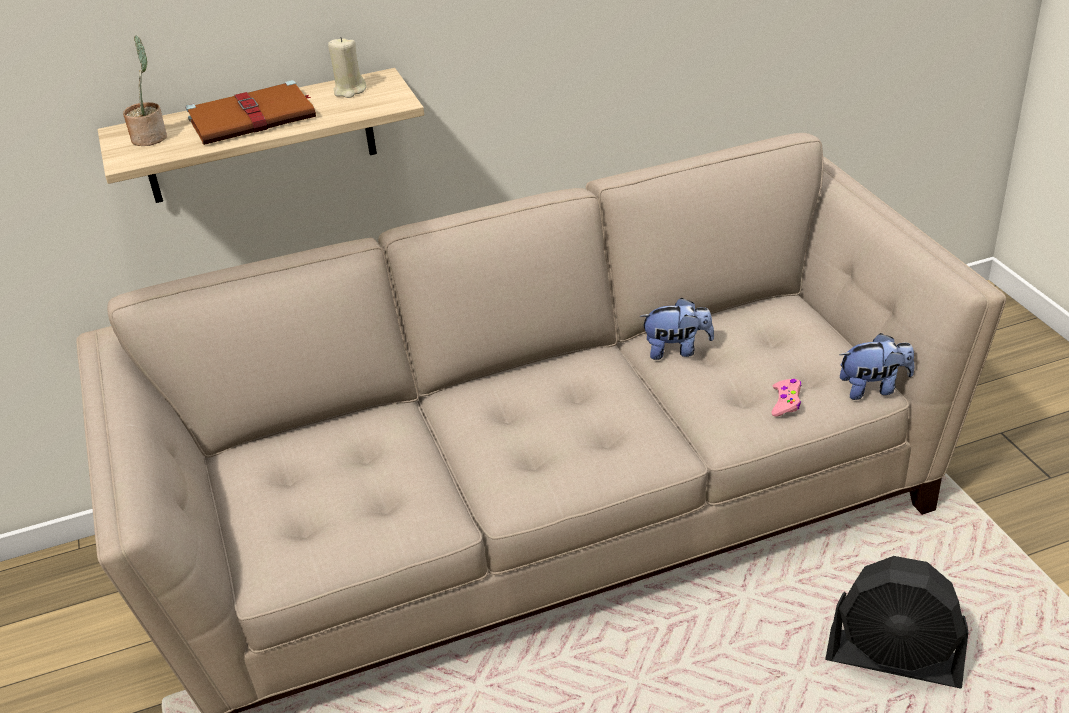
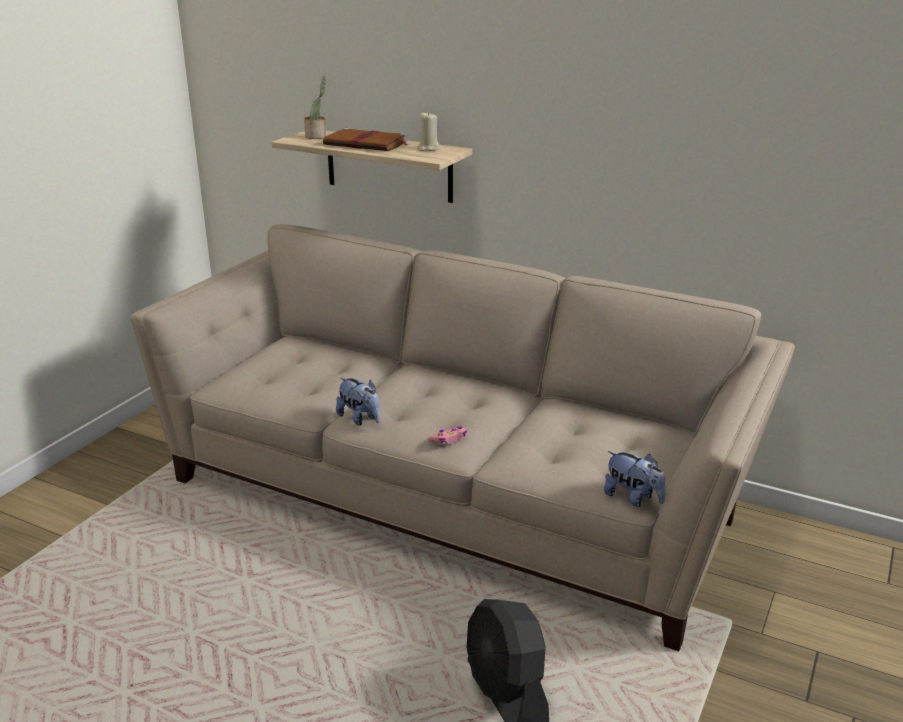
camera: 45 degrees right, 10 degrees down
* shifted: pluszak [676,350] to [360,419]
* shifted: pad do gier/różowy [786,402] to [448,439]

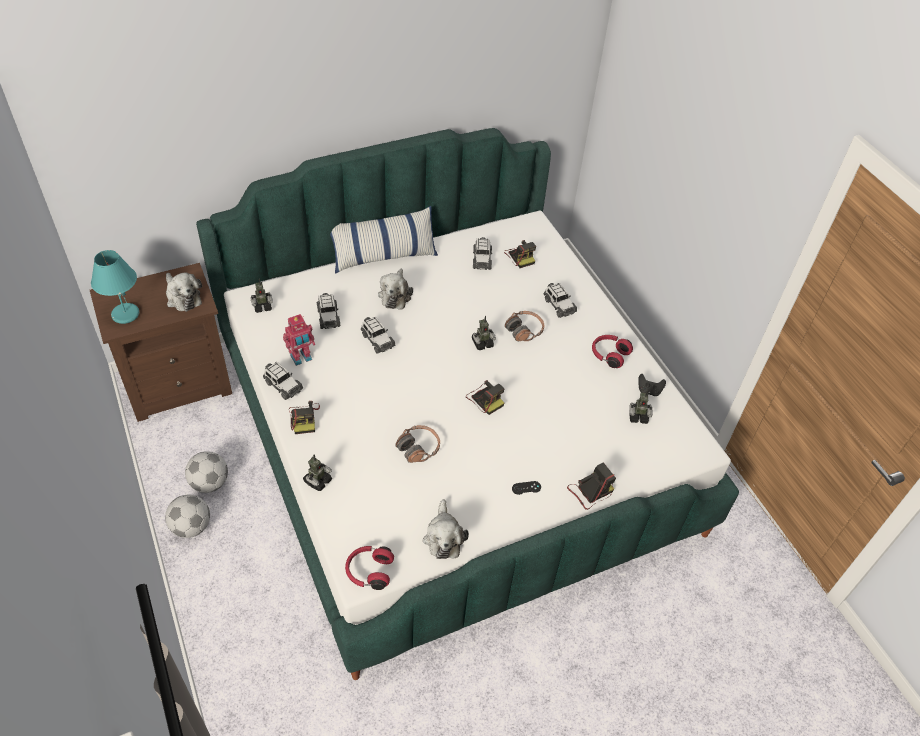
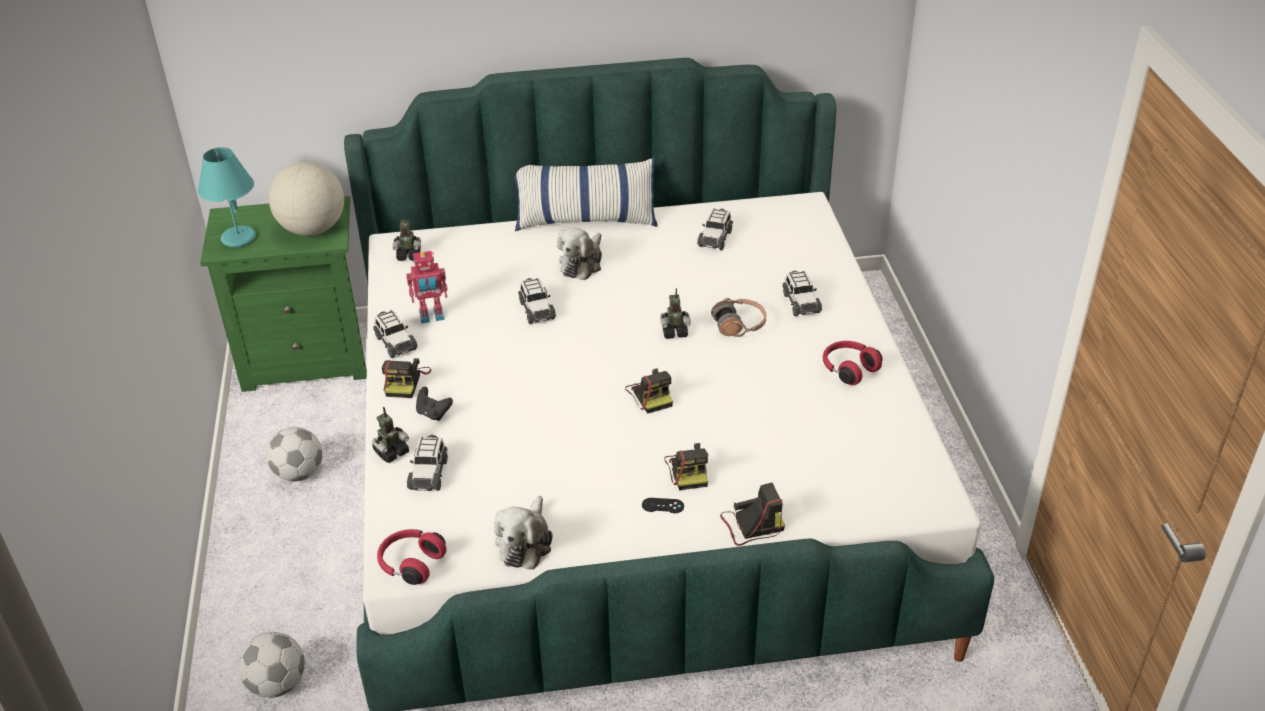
camera: 20 degrees right, 10 degrees down
* repainted: szafka nocna/brązowy [179,384] to szafka nocna/zielony [308,358]
* shifted: piłka futbolowa [191,527] to [277,684]
* swapped: pluszak [182,297] to globus [312,229]
* shifted: samochodzik [328,317] to [429,473]
* gone: słuchawki [418,448]
* shifted: aparat fotograficzny [520,256] to [688,470]
* gone: robot zabawkowy [638,416]
* shifted: pad do gier/czarny [649,391] to [433,413]

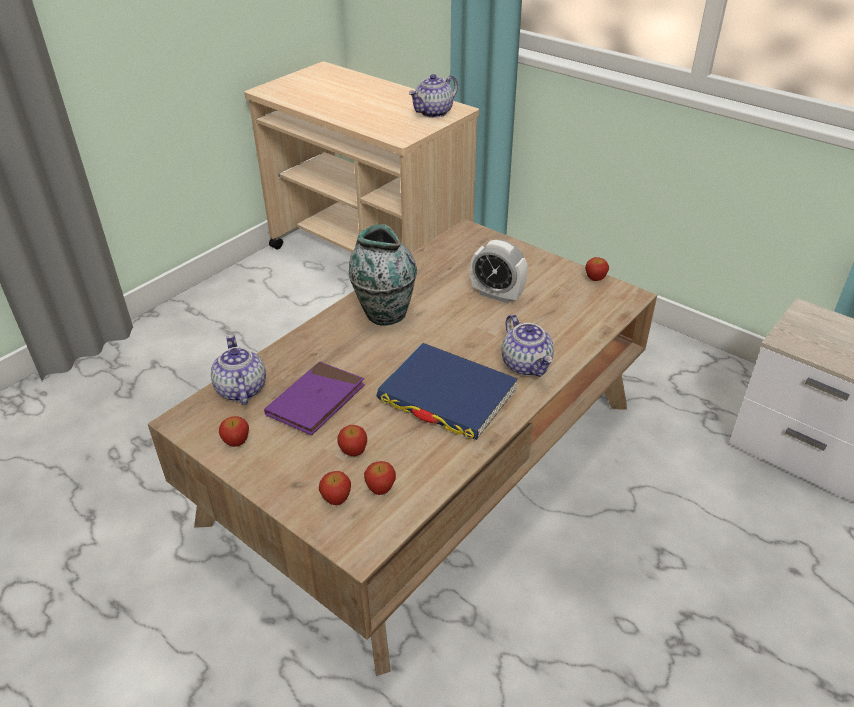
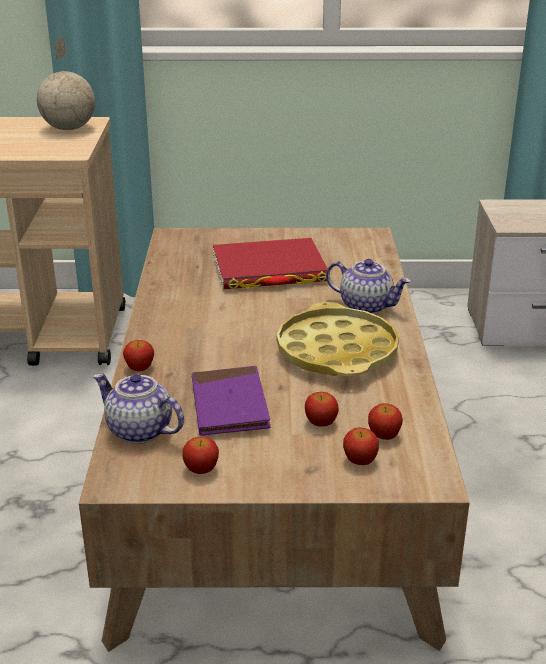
camera: 40 degrees left, 10 degrees down
* gone: wazon [384,313]
* swapped: książka/niebieski [447,395] to taca/żółty [337,351]
* swapped: imbryk [433,113] to globus [70,129]
* swapped: budzik [497,294] to książka/czerwony [269,270]
* shifted: jabłko [595,278] to [139,368]

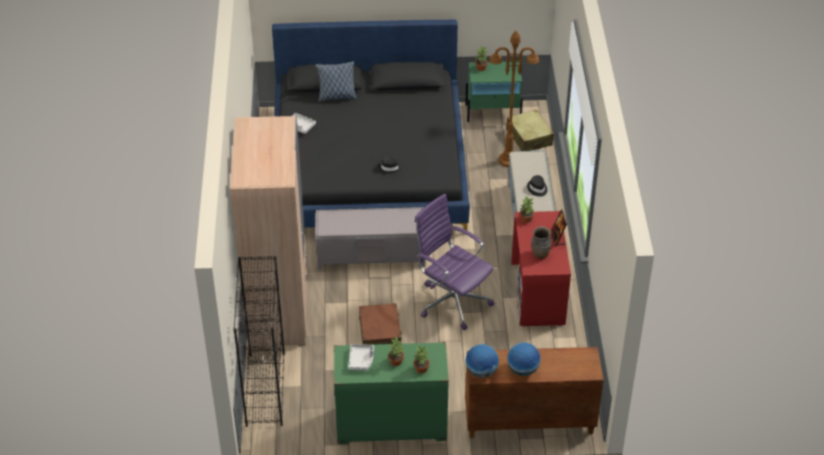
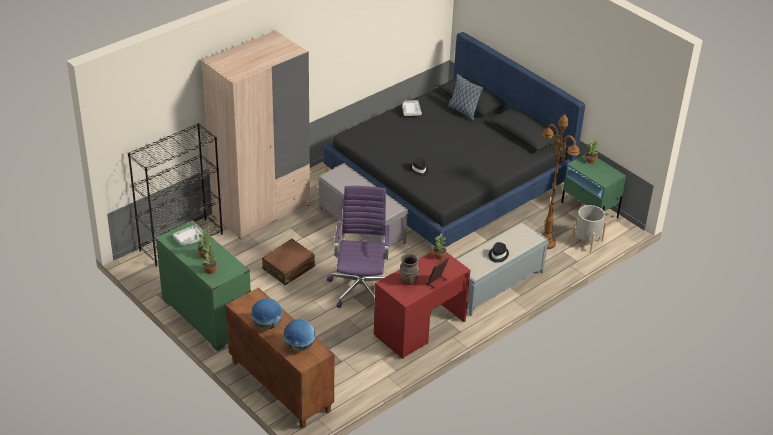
camera: 50 degrees right, 5 degrees down
* shifted: globus [481,372] to [299,346]
* swapped: walizka/beżowy [529,137] to donica/szary [587,241]

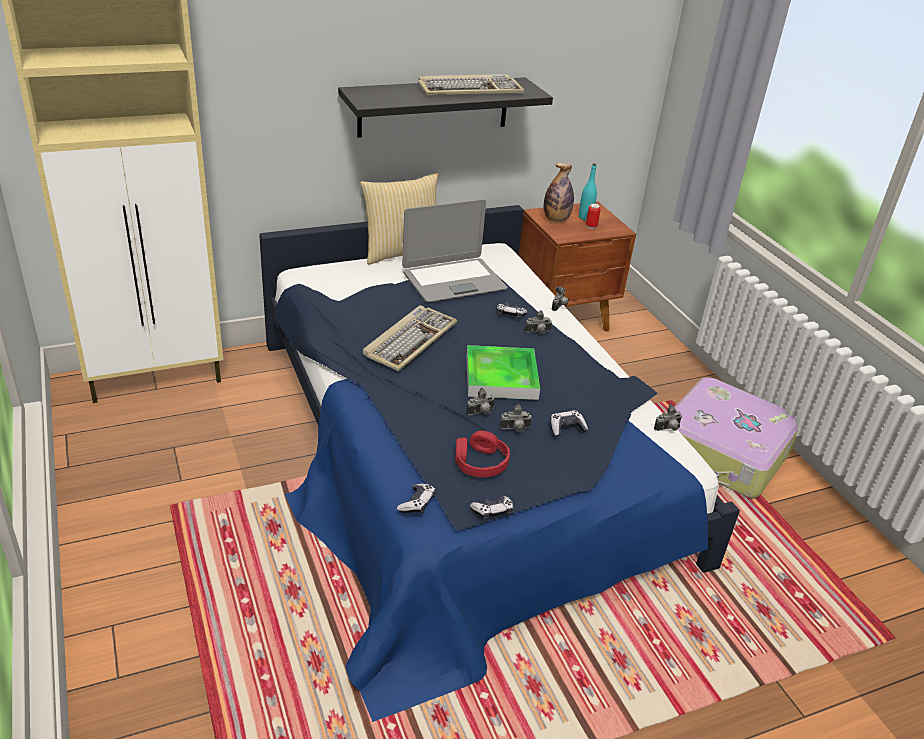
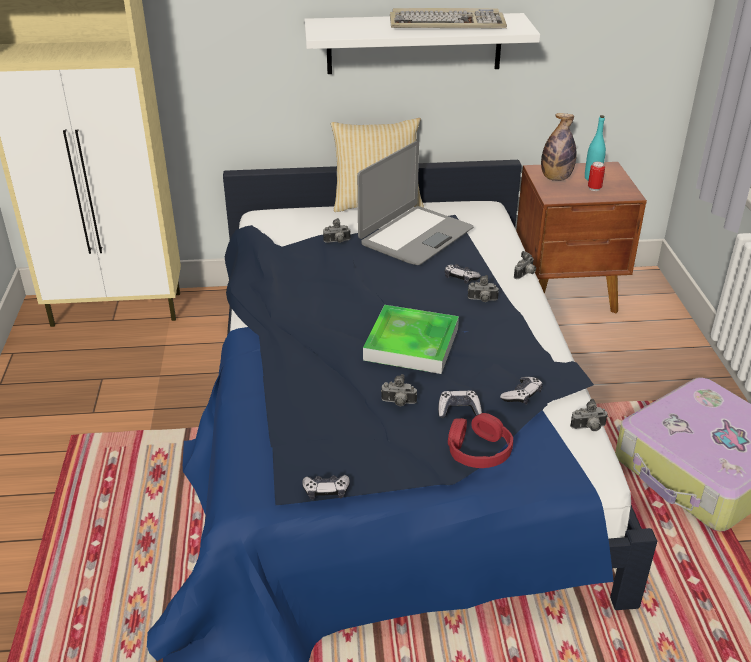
camera: 20 degrees right, 0 degrees up
* repainted: półka/czarny [434,107] to półka/biały [414,43]
* gone: klawiatura [410,340]
* shifted: pad do gier [417,503] to [522,395]
* rotated: laptop [453,281] = [415,236] 45 degrees counterclockwise
* shifted: słuchawki/czerwony [480,462] to [478,450]
* shifted: aparat fotograficzny [481,412] to [337,242]

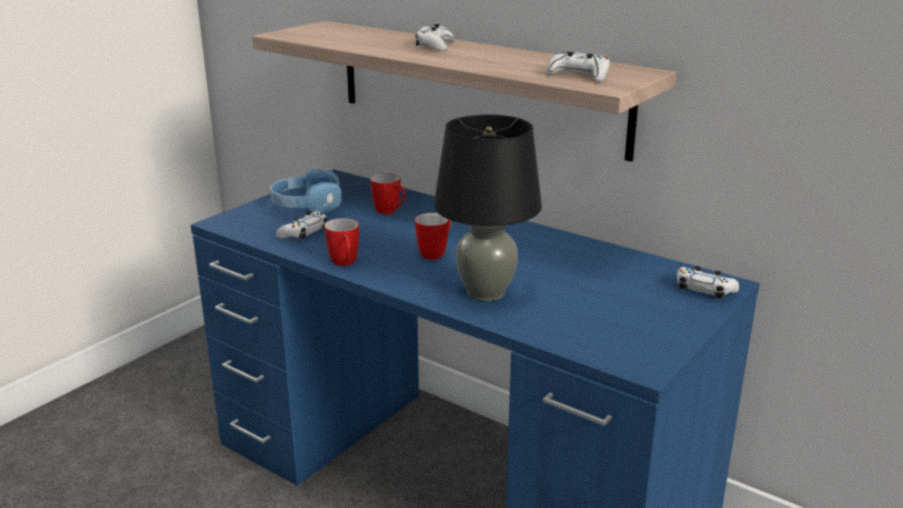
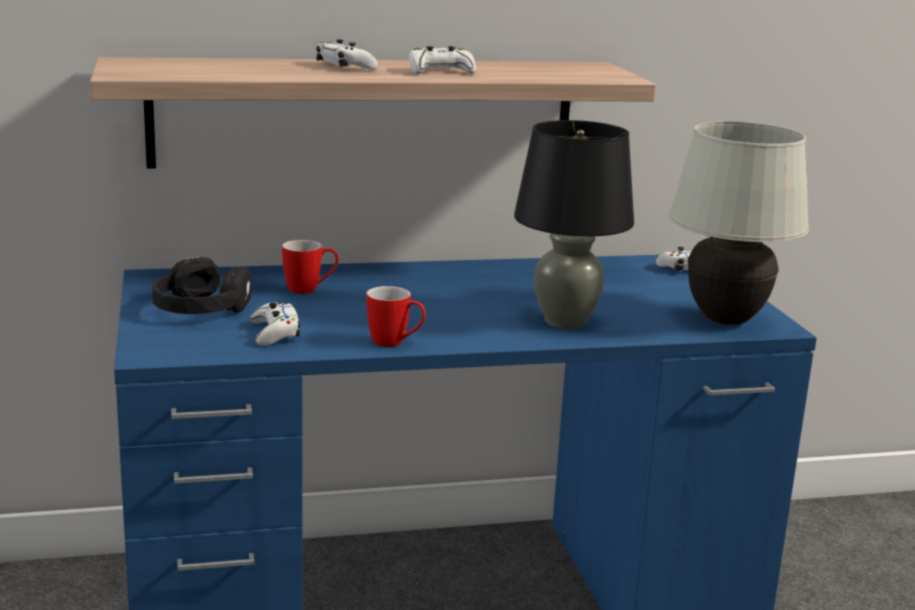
camera: 50 degrees left, 5 degrees down
* repainted: słuchawki/niebieski [306,205] to słuchawki/czarny [201,309]
* gone: kubek [436,253]
* shifted: pad do gier/biały [579,75] to [439,71]
* new: lampa stołowa/biały [725,320]

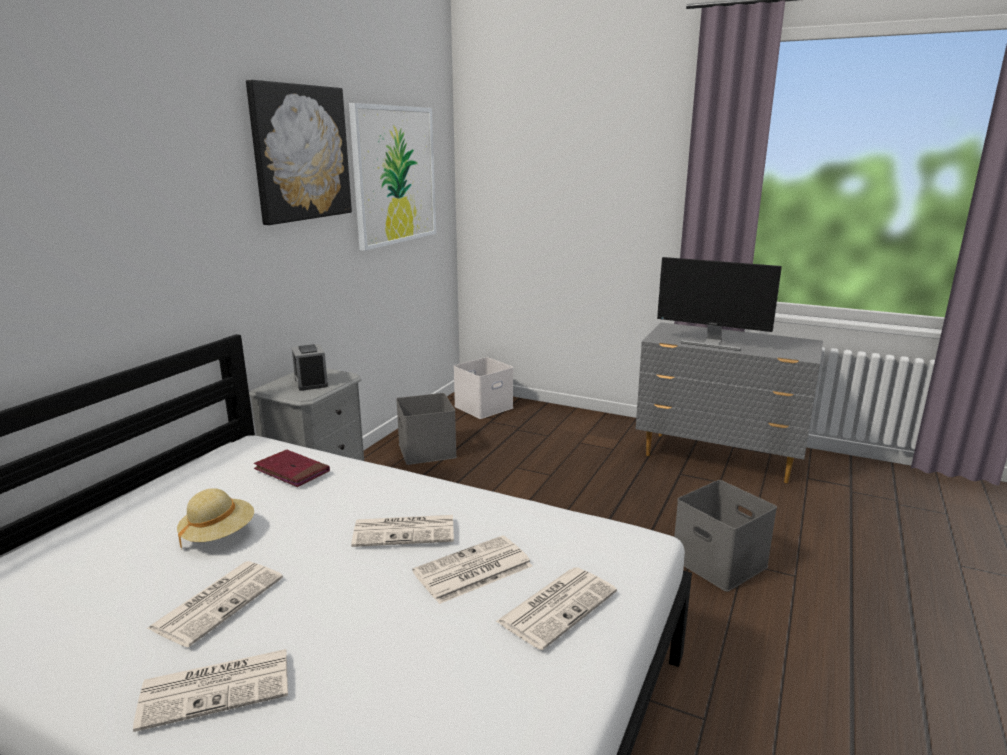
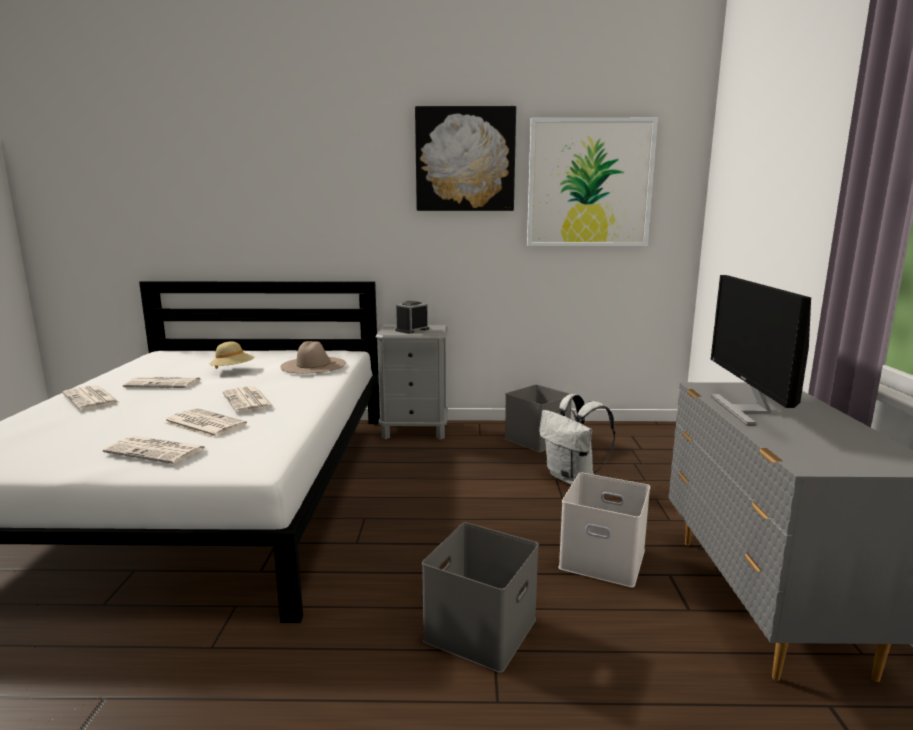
camera: 65 degrees right, 5 degrees down
* swapped: książka/czerwony [292,471] to kapelusz/beżowy [313,365]
* shifted: pojemnik do przechowywania/biały [483,407] to [600,559]
* new: plecak/biały [572,478]

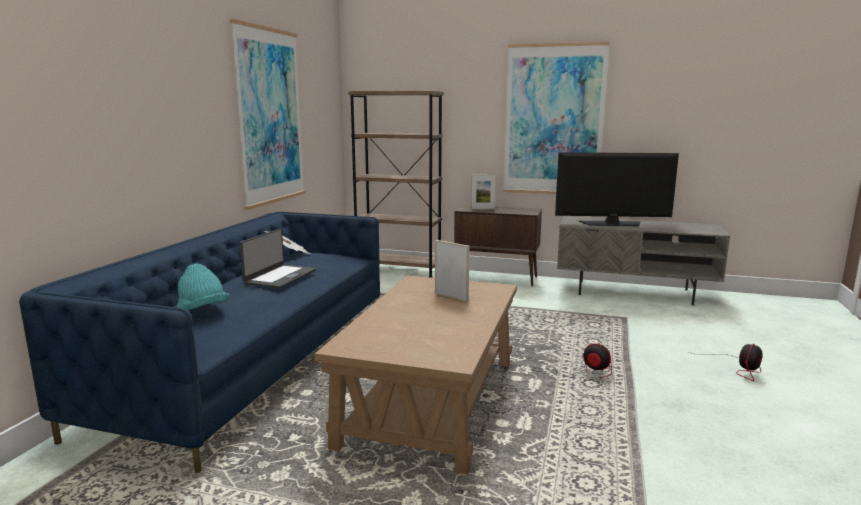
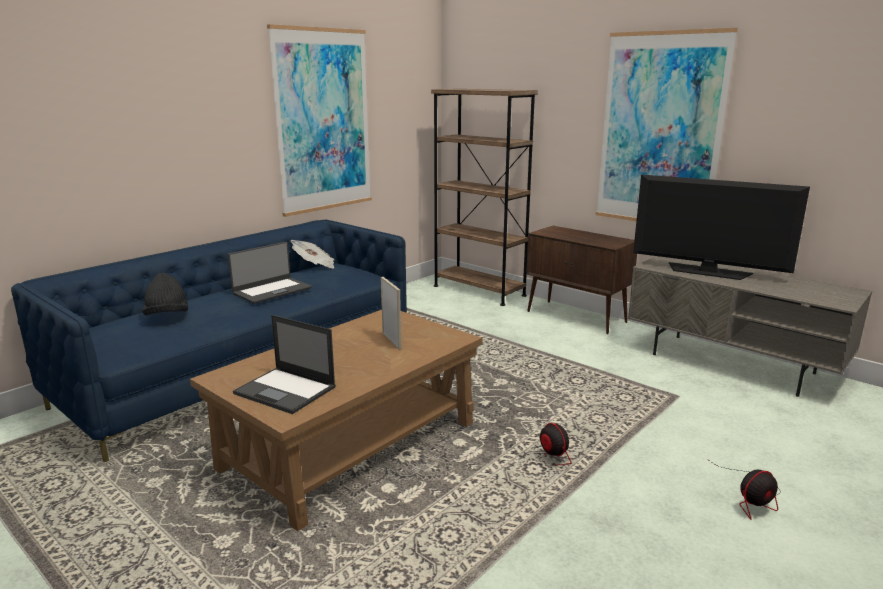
camera: 25 degrees right, 5 degrees up
* repainted: kapelusz/turkusowy [203,310] to kapelusz/czarny [167,316]
* gone: ramka na zdjęcie [483,209]
* new: laptop [286,390]

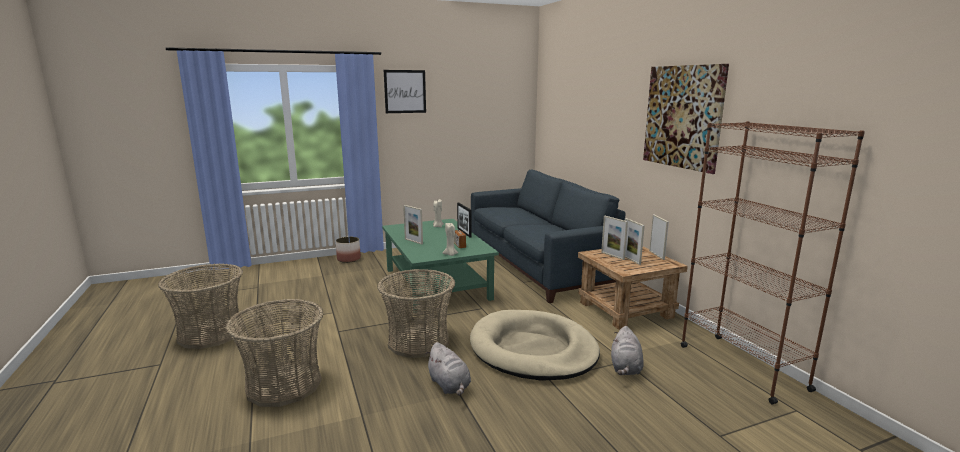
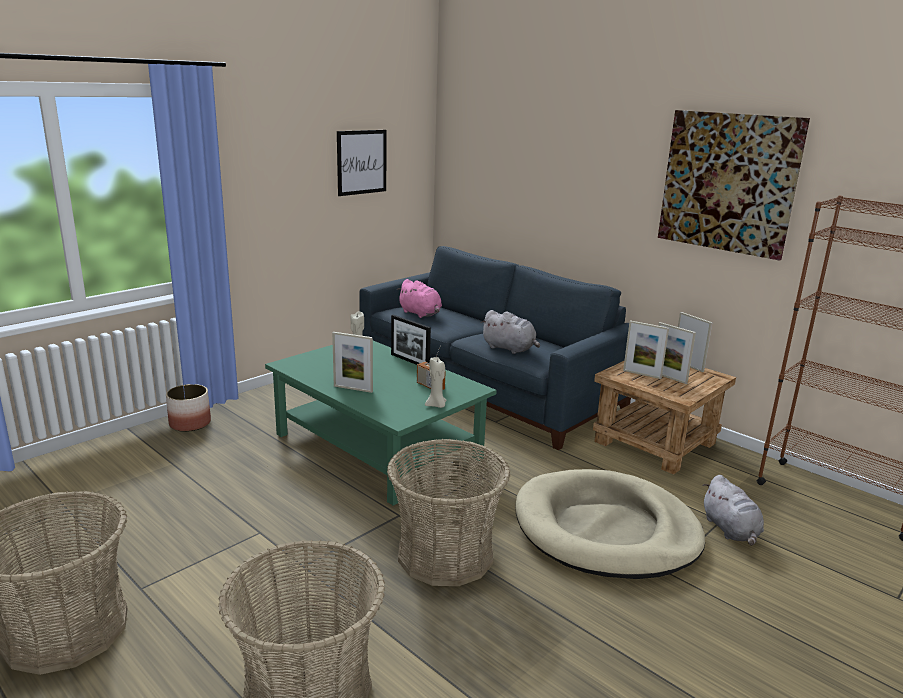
camera: 25 degrees left, 5 degrees up
* shifted: obraz [405,91] to [361,162]
* shifted: pluszak/szary [449,385] to [510,349]
* new: pluszak/różowy [421,314]

